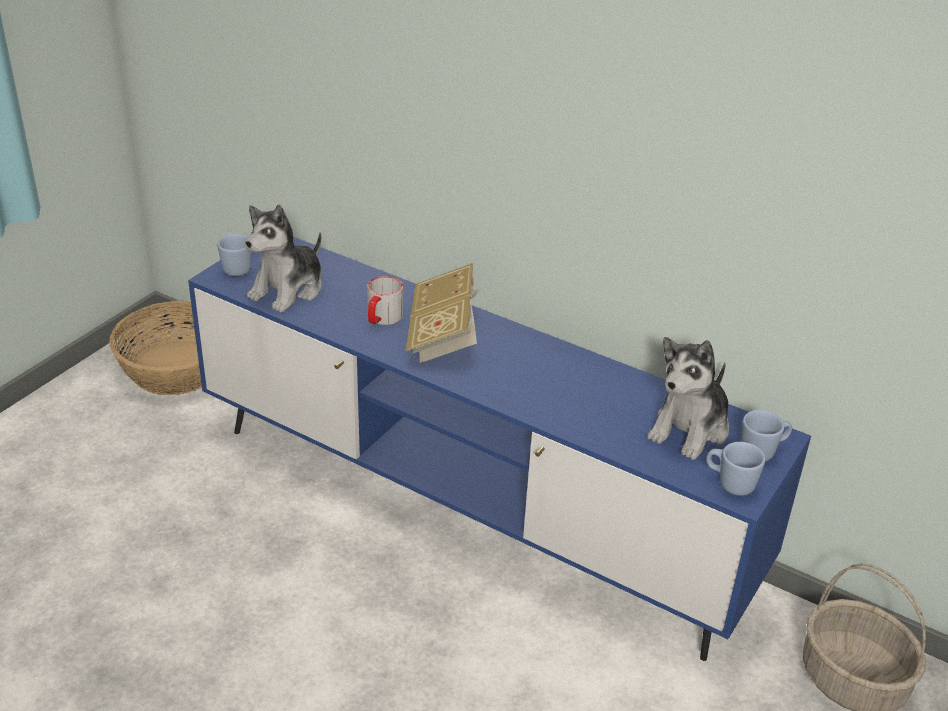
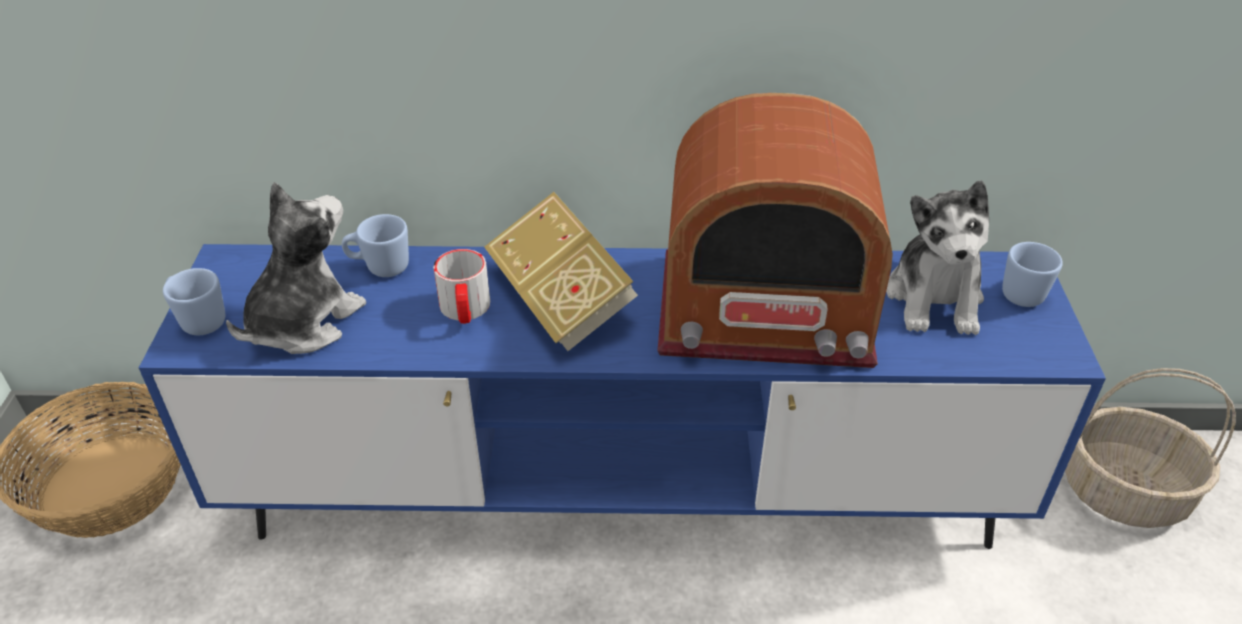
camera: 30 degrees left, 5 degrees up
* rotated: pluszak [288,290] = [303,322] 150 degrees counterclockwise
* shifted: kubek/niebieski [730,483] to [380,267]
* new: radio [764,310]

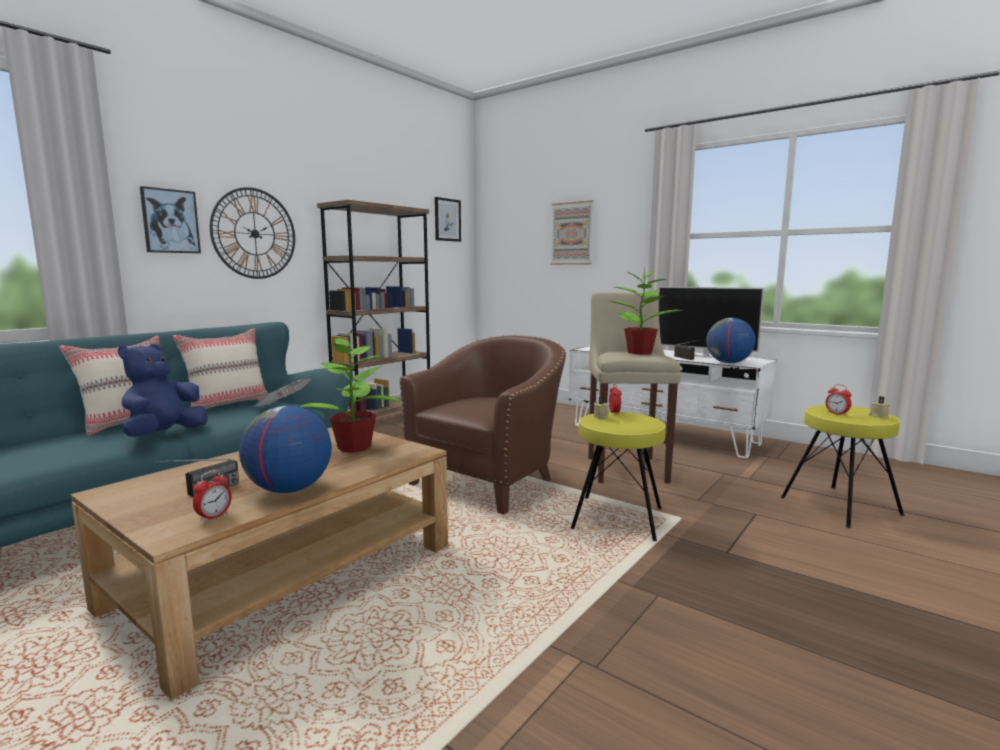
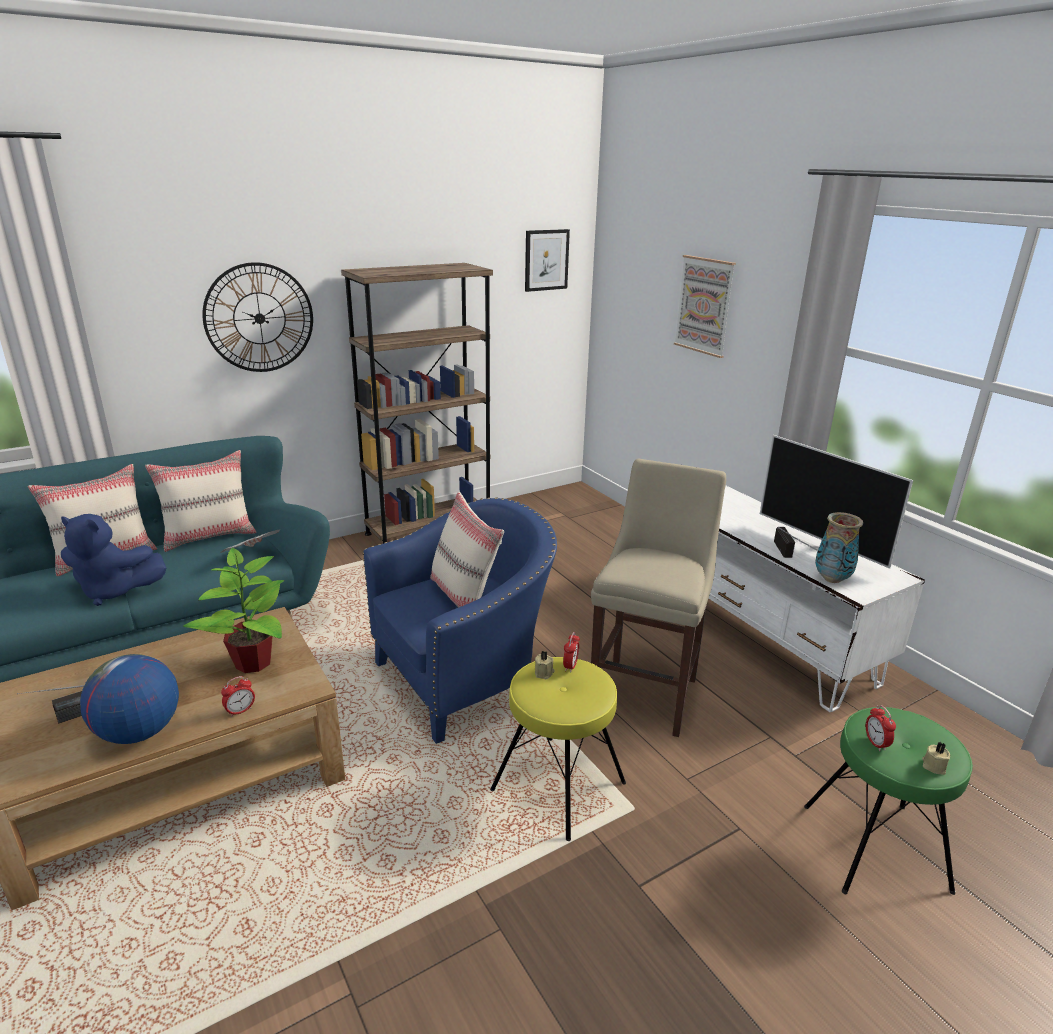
camera: 20 degrees right, 15 degrees up
* rotated: pluszak/niebieski [164,435] = [114,591] 120 degrees counterclockwise
* gone: obraz [170,221]
* shifted: budzik [214,516] to [240,711]
* repainted: fotel/brązowy [490,481] to fotel/niebieski [465,679]
* gone: roślina doniczkowa [639,352]
* swapped: globus [728,363] to wazon [832,579]
* repainted: stołek/żółty [841,506] to stołek/zielony [876,847]
* new: poduszka/beżowy [464,597]

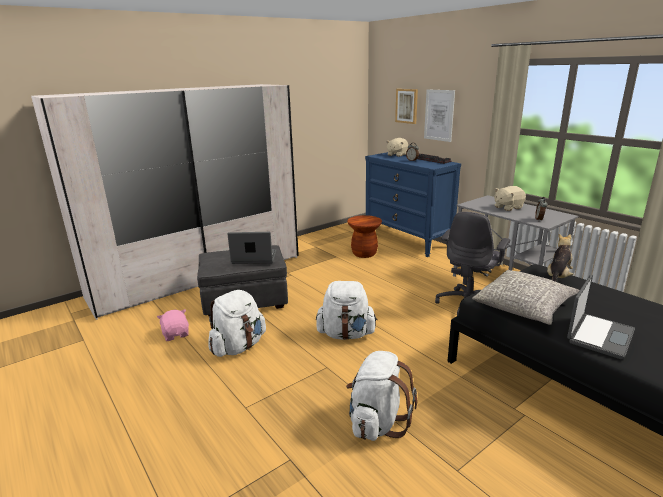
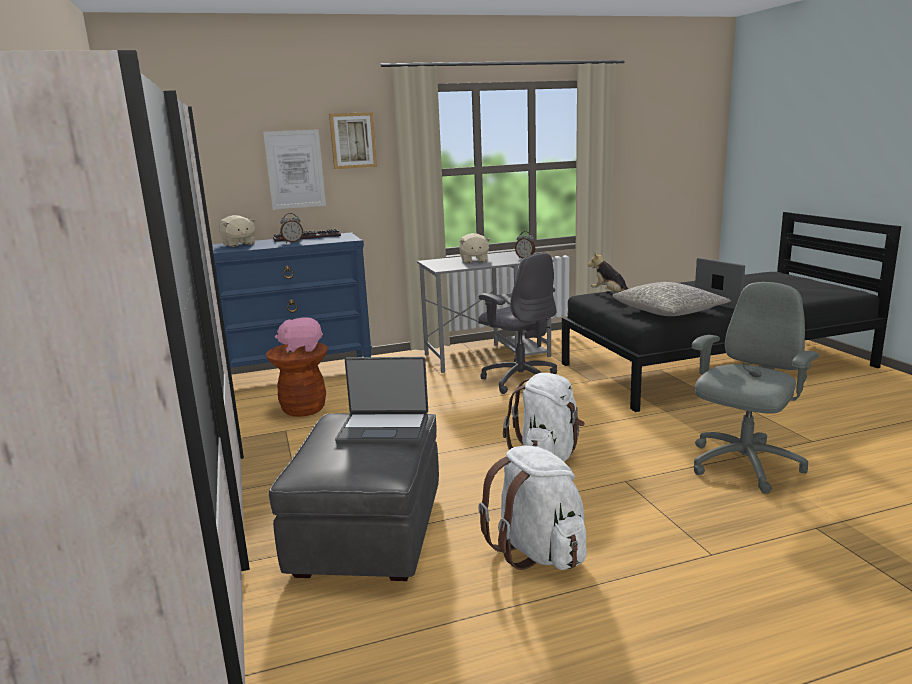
camera: 70 degrees left, 5 degrees down
* shifted: pluszak/różowy [176,334] to [301,348]
* rotated: laptop [254,258] = [384,429] 105 degrees counterclockwise
* swapped: plecak/biały [377,422] to krzesło biurowe/szary [743,466]
* shifted: obraz [407,106] to [353,140]

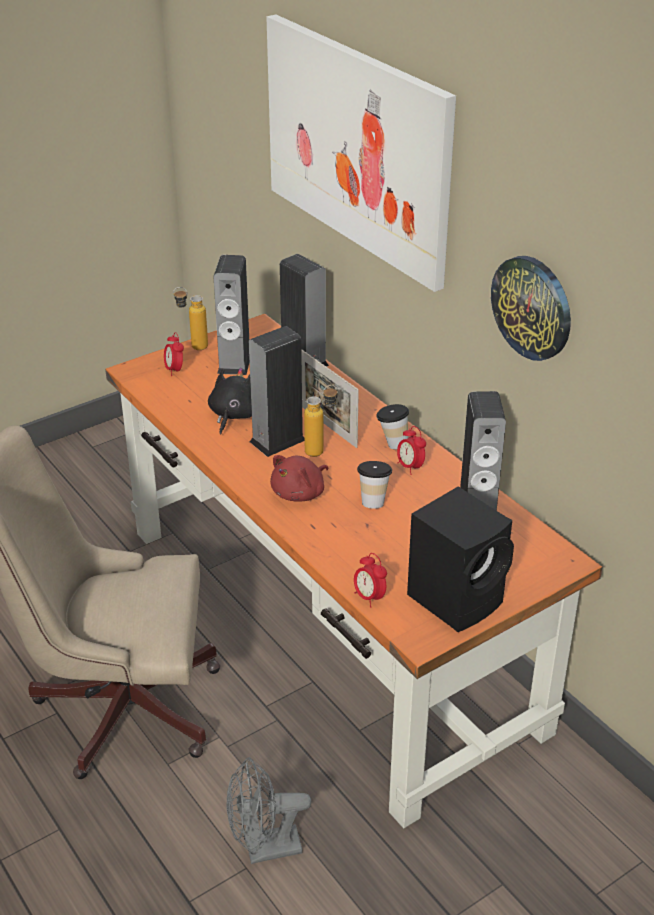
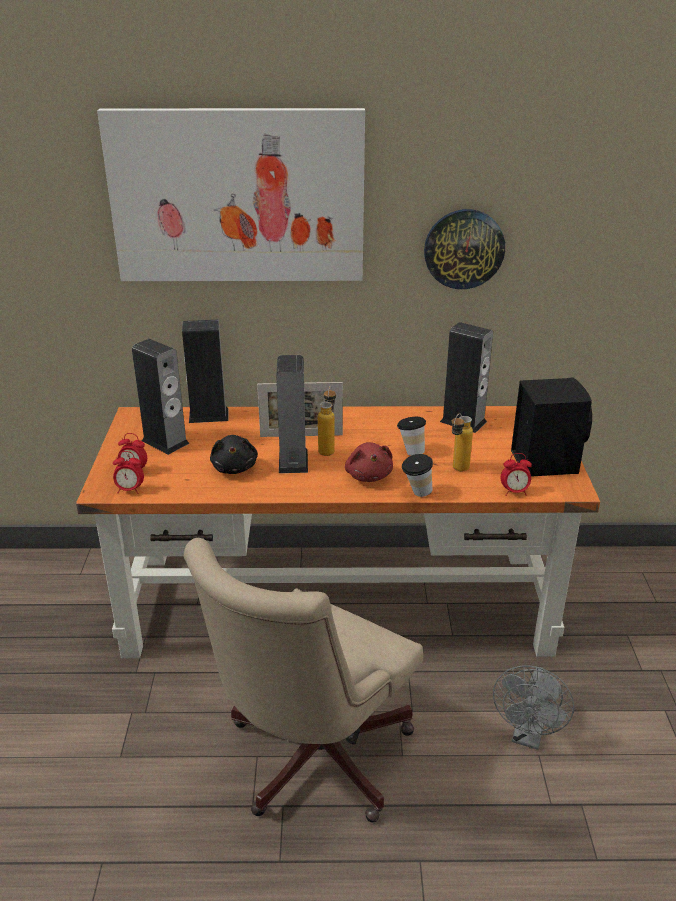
camera: 55 degrees left, 5 degrees down
* shifted: butelka [192,346] to [457,470]
* rotated: pluszak/czarny [233,415] = [234,467] 150 degrees counterclockwise
* shifted: filiżanka [392,443] to [416,493]
* shifted: budzik [410,467] to [130,490]

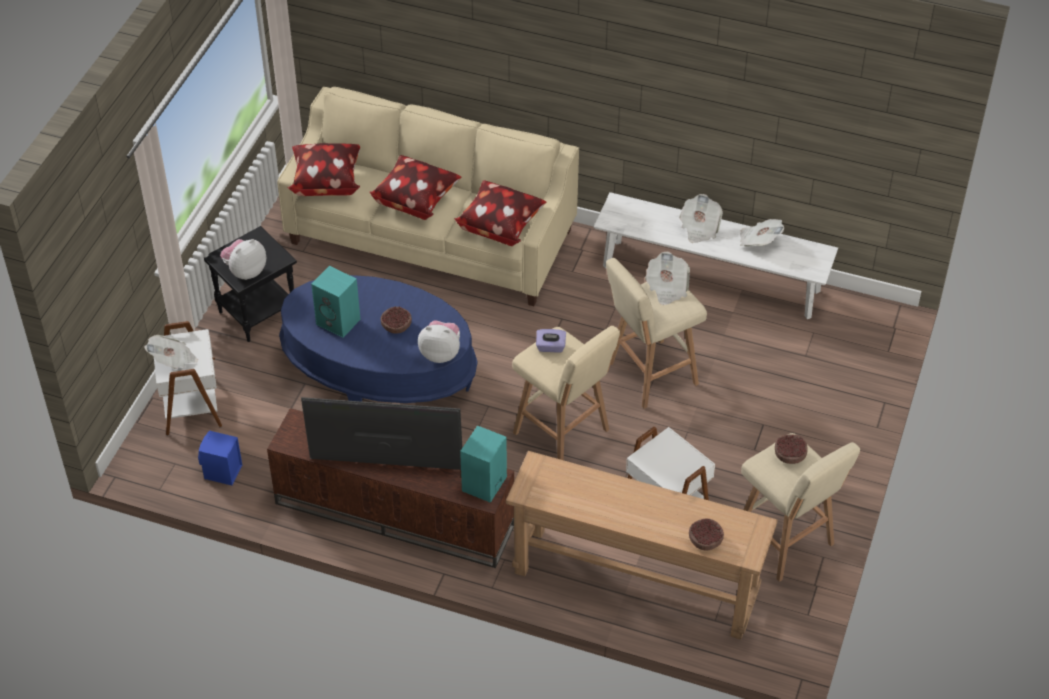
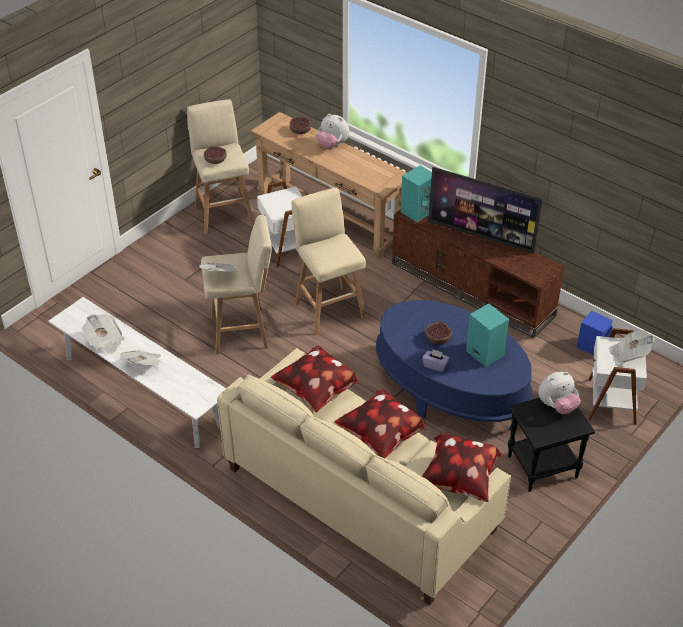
camera: 160 degrees left, 5 degrees down
* shifted: pluszak [441,353] to [332,145]
* shifted: pudełko chusteczek/fioletowy [550,347] to [435,365]

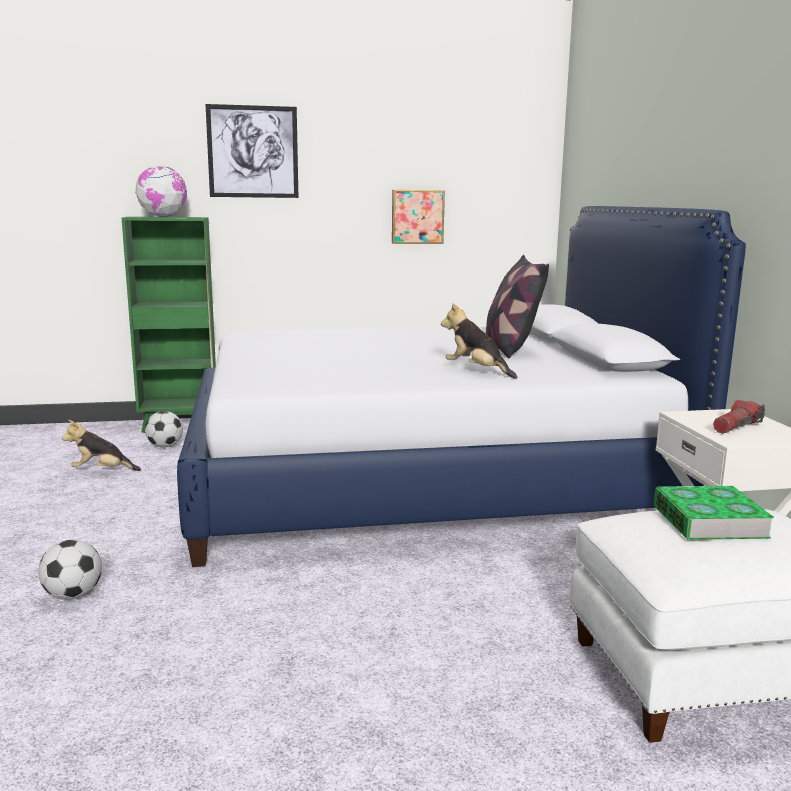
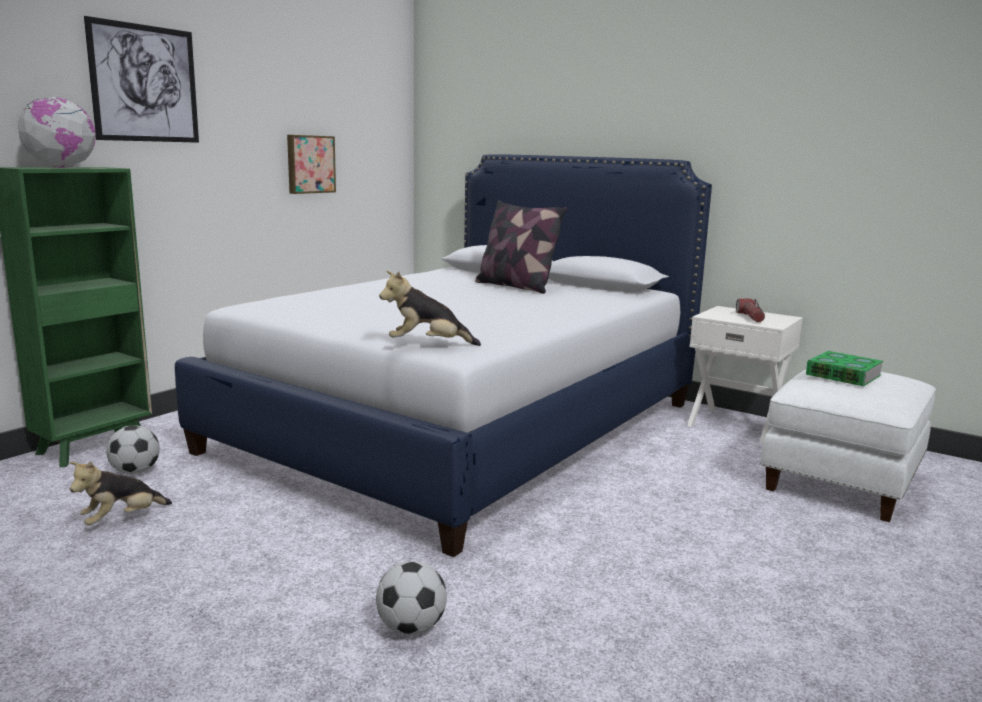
camera: 45 degrees left, 0 degrees up
* shifted: pluszak [476,371] to [427,345]

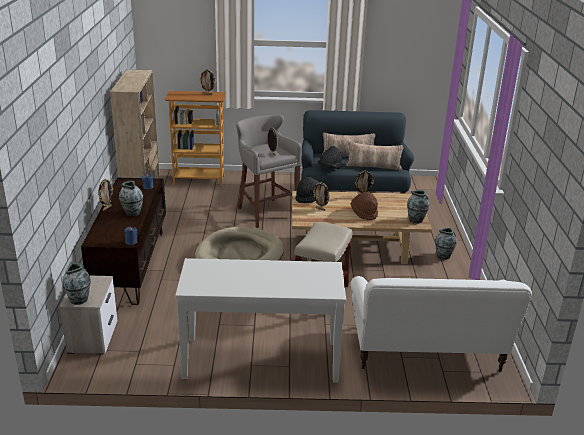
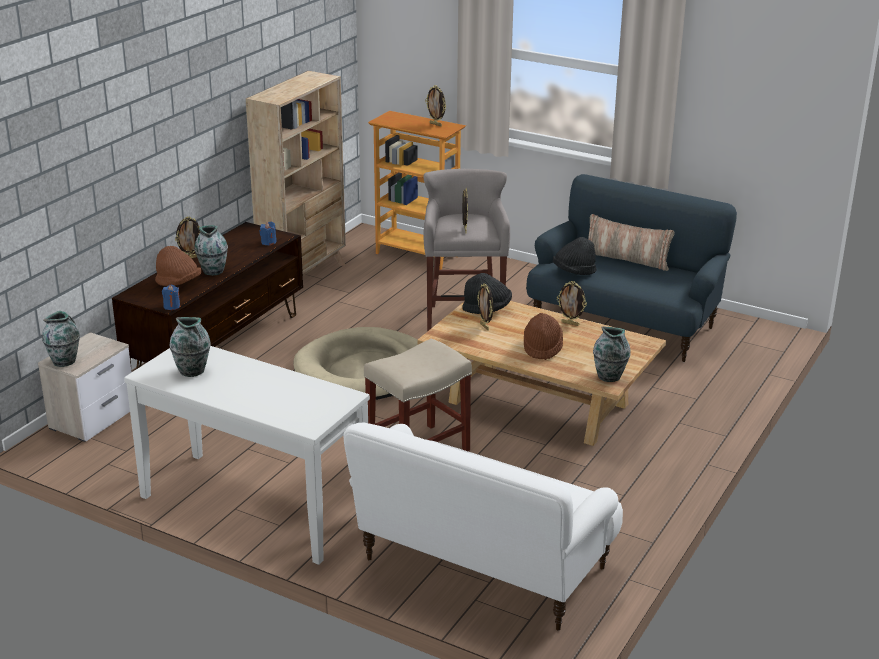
camera: 30 degrees right, 0 degrees up
* gone: poduszka [373,166]
* shifted: wazon [443,256] to [192,371]
* new: kapelusz/brązowy [178,283]

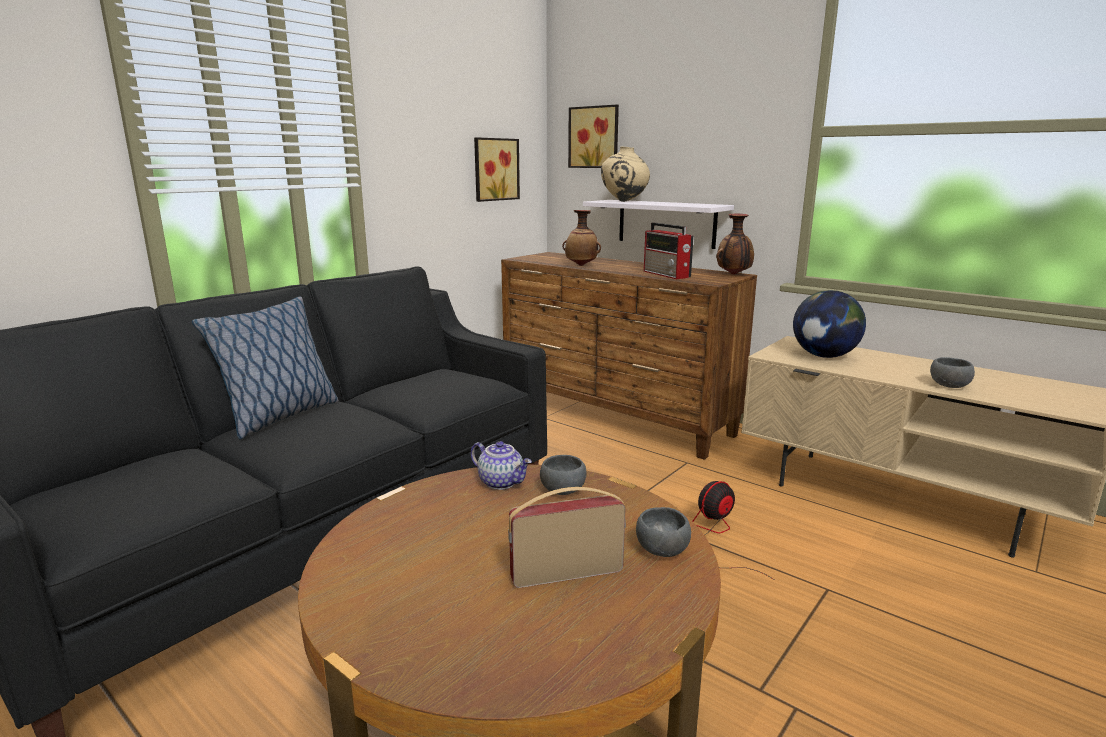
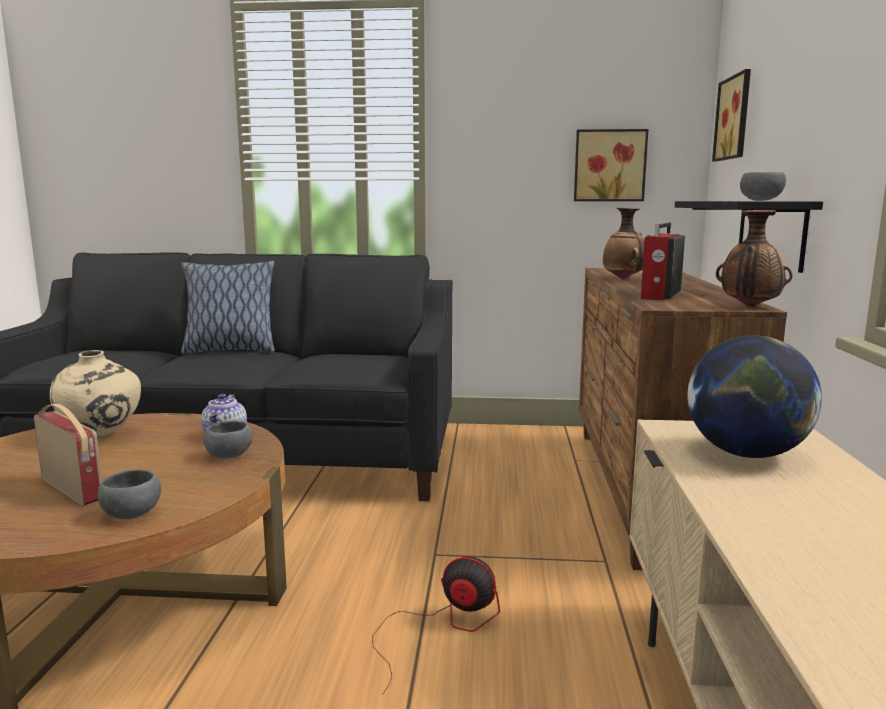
camera: 55 degrees right, 5 degrees down
* repainted: półka/biały [666,223] to półka/czarny [770,233]
* shifted: wazon/beżowy [624,201] to [101,435]
* shifted: miska/szary [947,385] to [760,200]

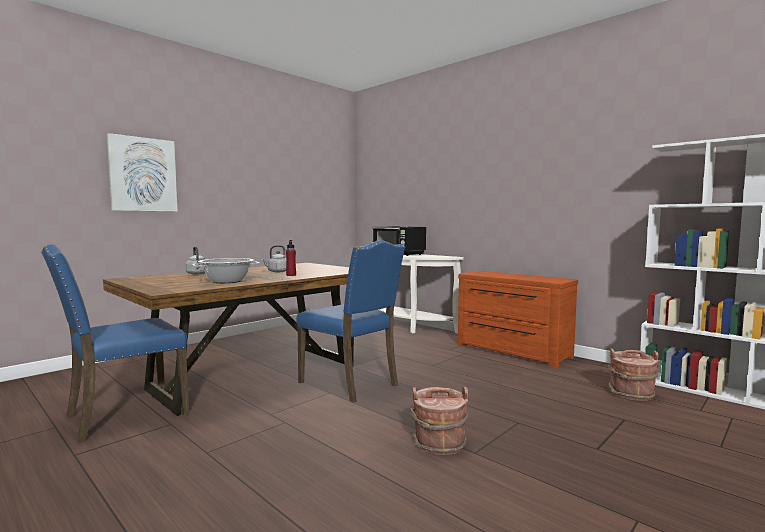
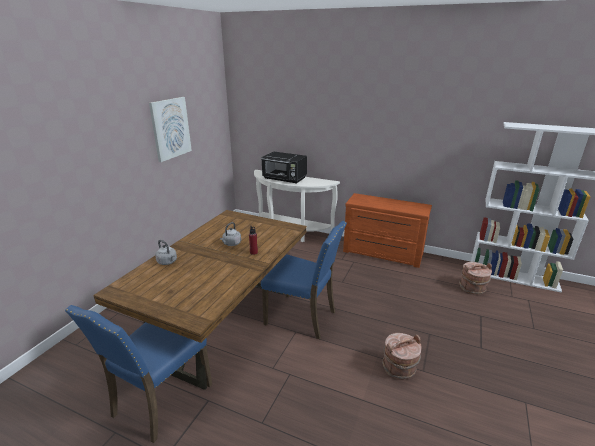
camera: 20 degrees left, 20 degrees up
* shifted: obraz [143,174] to [170,128]
* gone: garnek [227,281]

